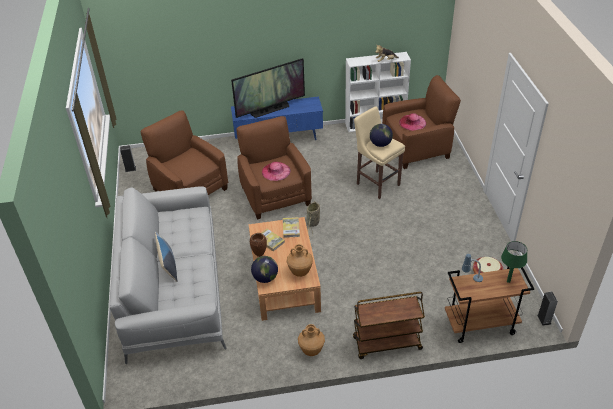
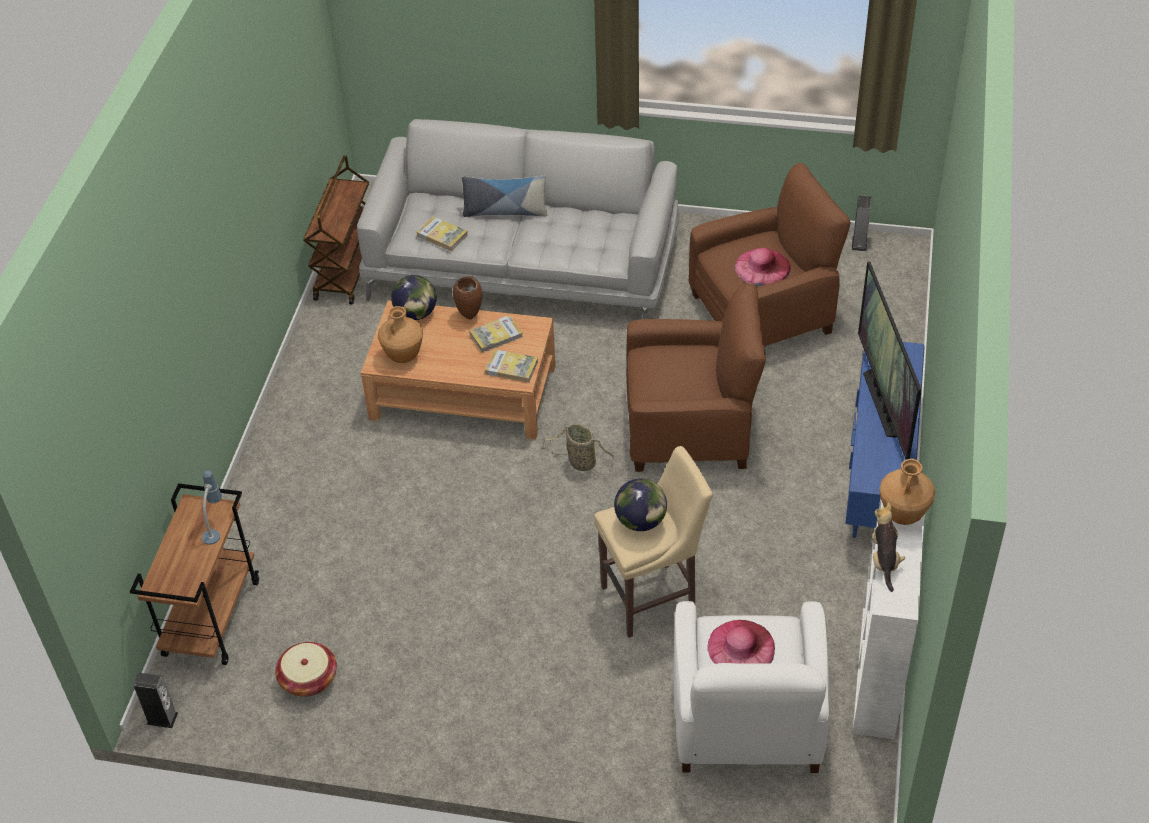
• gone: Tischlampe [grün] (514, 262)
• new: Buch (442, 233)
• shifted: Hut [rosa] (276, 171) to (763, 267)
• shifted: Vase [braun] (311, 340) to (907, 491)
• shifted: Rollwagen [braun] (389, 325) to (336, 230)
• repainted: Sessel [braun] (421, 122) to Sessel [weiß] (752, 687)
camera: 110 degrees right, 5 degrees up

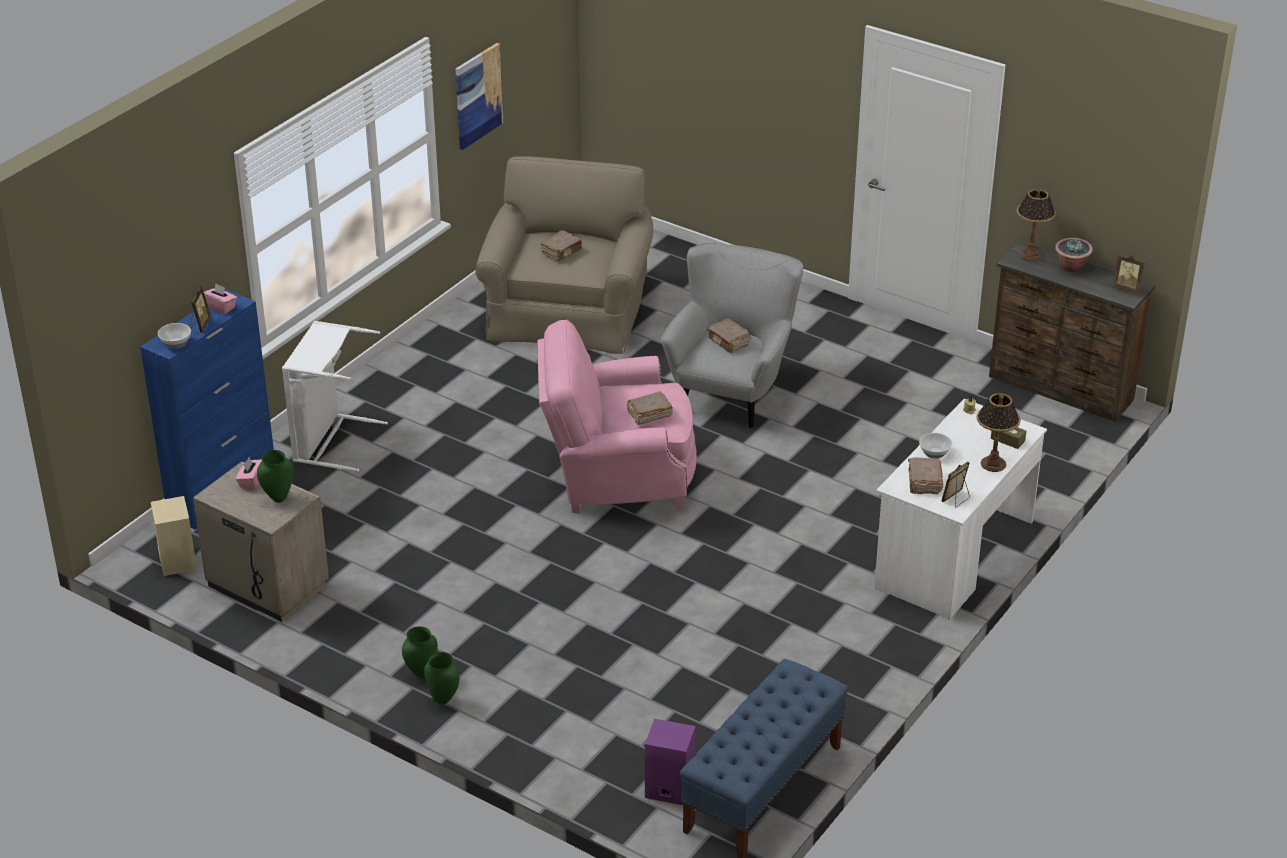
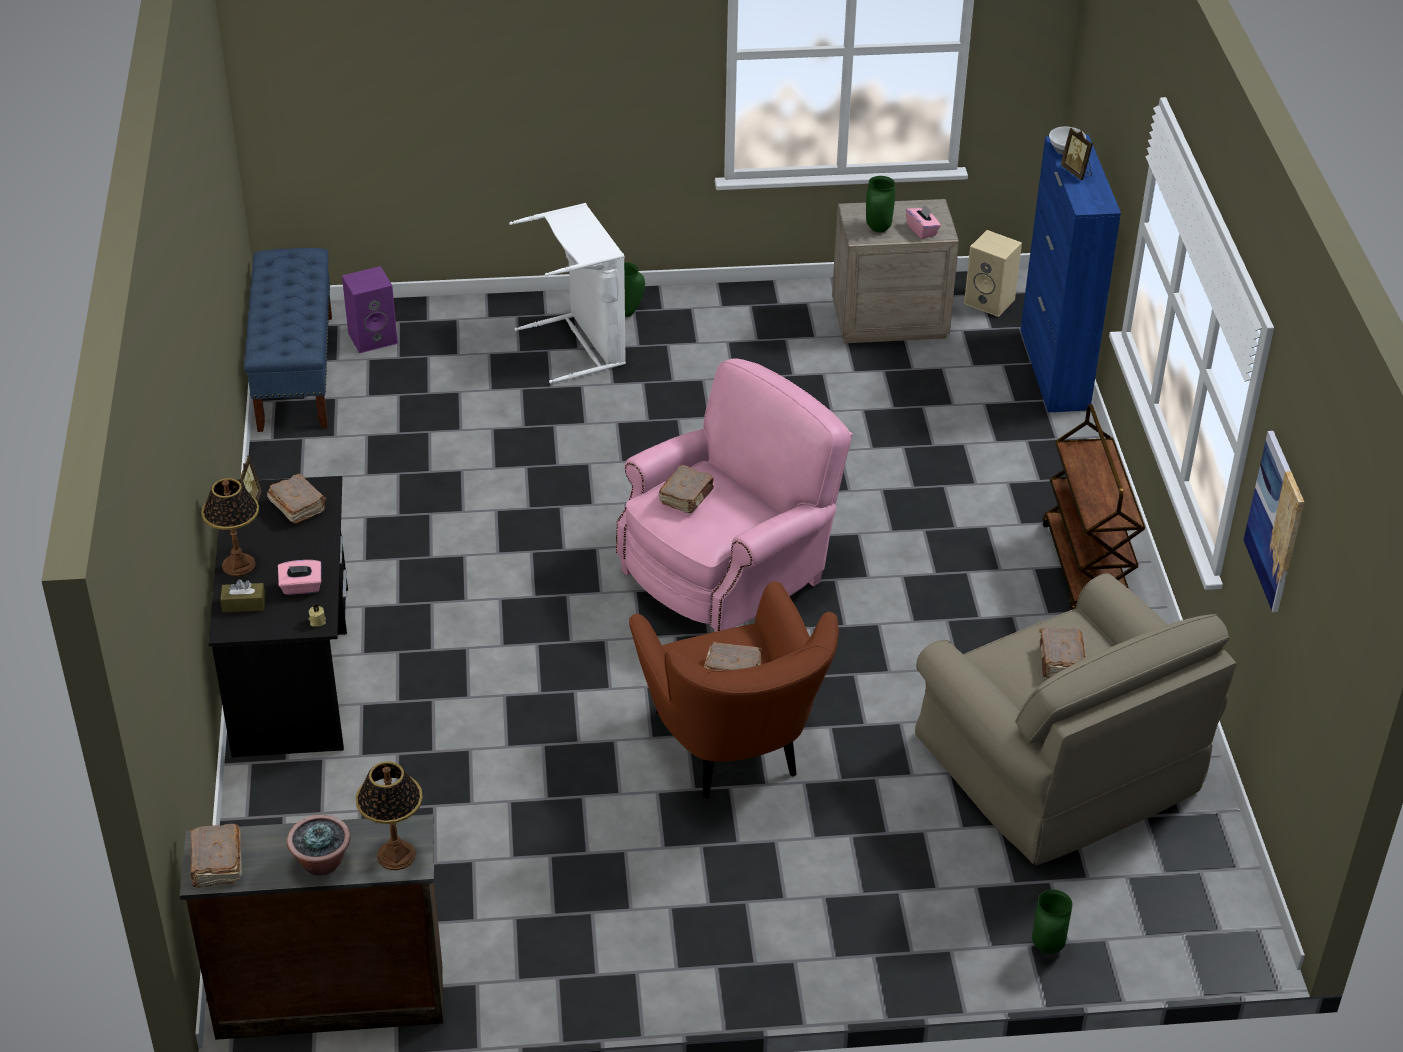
• gone: Schüssel (935, 446)
• new: Rollwagen [braun] (1093, 507)
• shifted: Taschentuchbox [rosa] (220, 298) to (299, 577)
• shifted: Wäschekorb [weiß] (335, 396) to (567, 293)
• shifted: Vase [grün] (420, 652) to (1052, 922)
• swapped: Bilderrahmen (1128, 274) to Buch [braun] (216, 856)
• repainted: Sessel [grau] (732, 336) to Sessel [braun] (734, 690)
• repainted: Schreibtisch [weiß] (960, 509) to Schreibtisch [schwarz] (278, 616)
camera: 140 degrees right, 5 degrees up

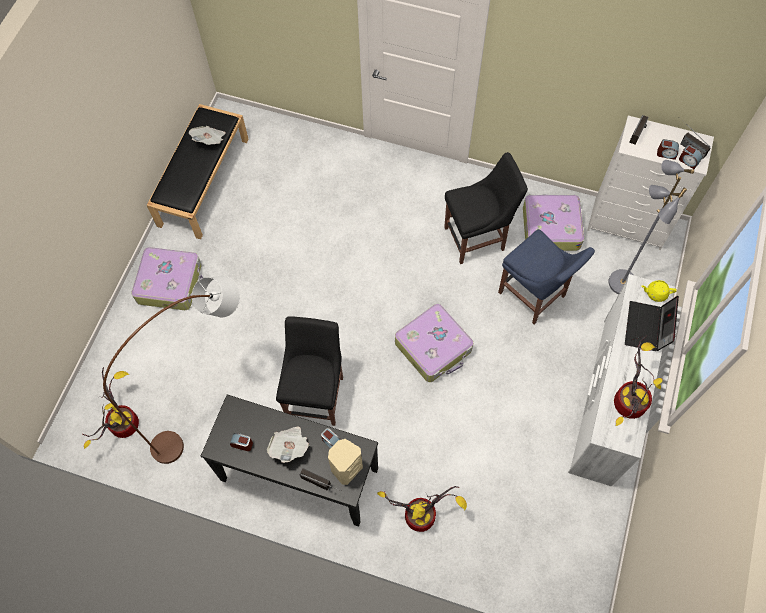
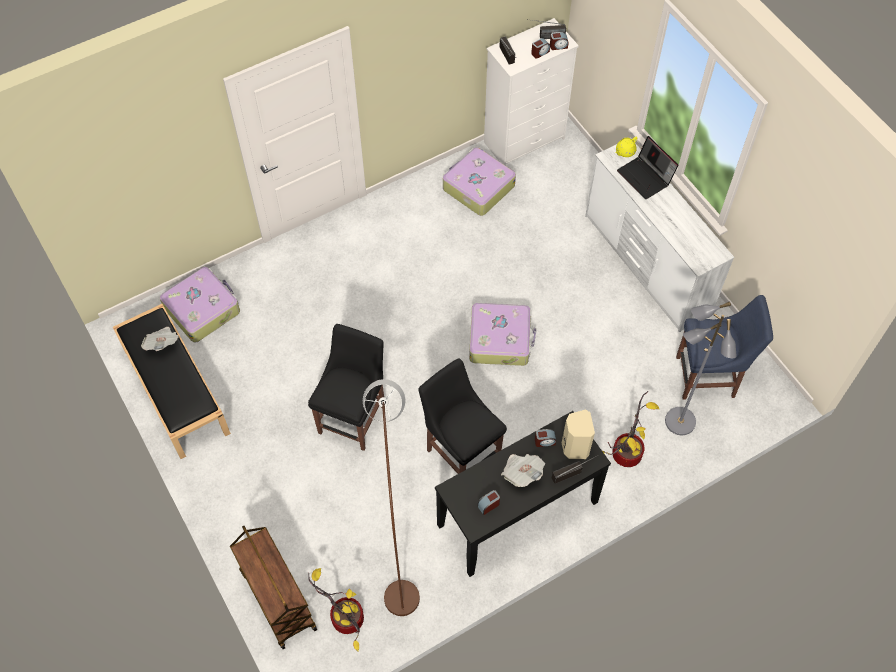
• gone: Topfpflanze (638, 380)
• new: Rollwagen [braun] (273, 587)
• shifted: Koffer (167, 278) to (200, 304)
• shifted: Stuhl [schwarz] (486, 208) to (346, 387)
• shifted: Stuhl [blau] (546, 276) to (724, 347)
• shifted: Stehlampe [grau] (651, 227) to (700, 368)
camera: 50 degrees left, 5 degrees down

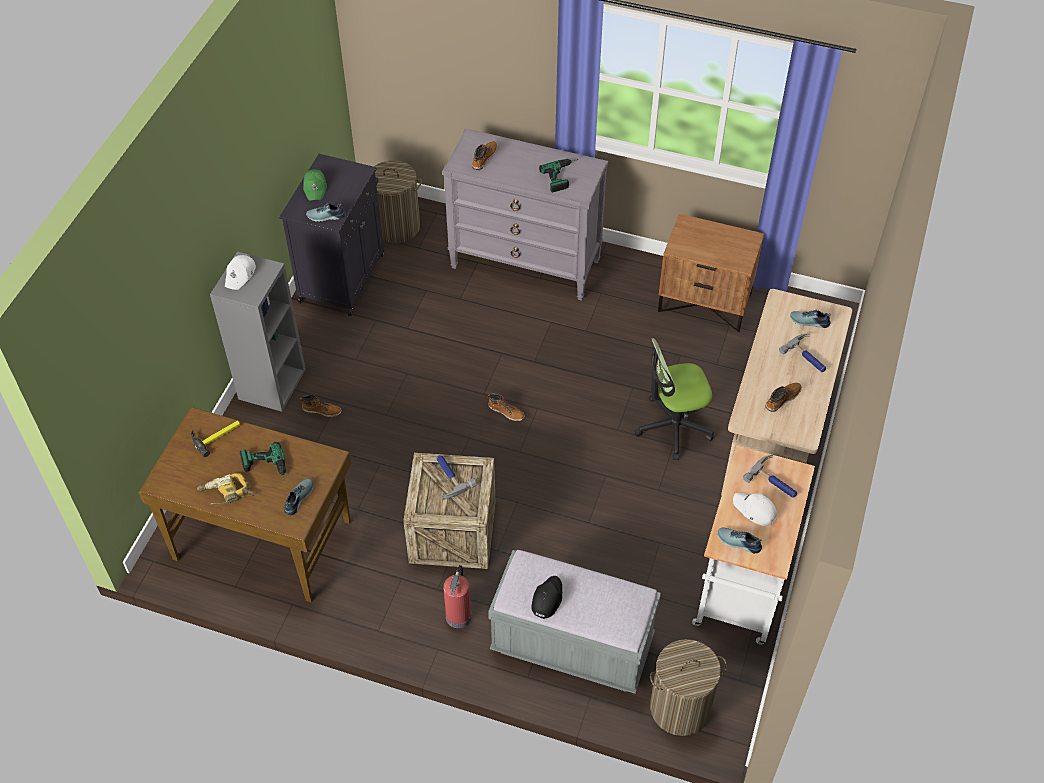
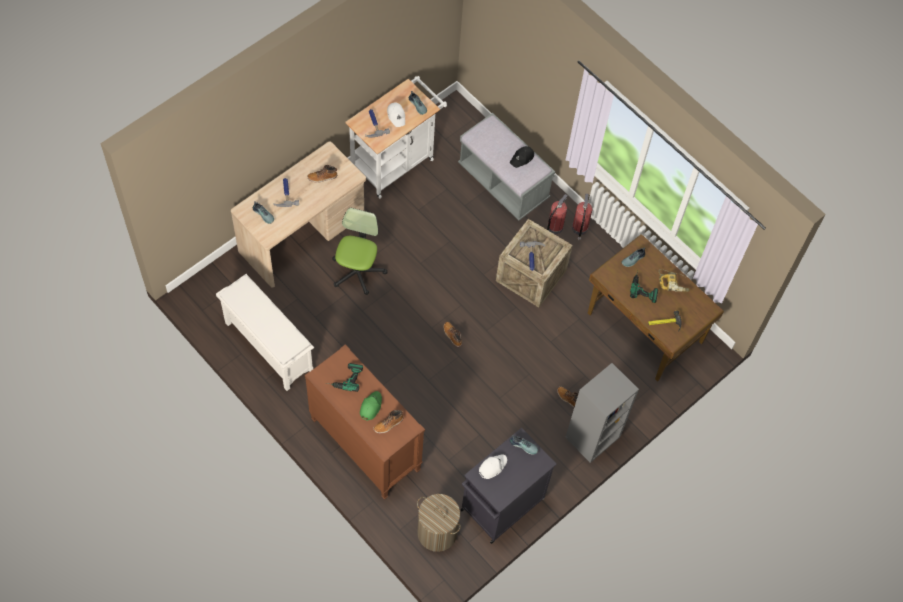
• gone: Wäschekorb (688, 687)
• new: Feuerlöscher (582, 216)
• shifted: Kappe [weiß] (240, 272) to (493, 467)
• shifted: Kappe [grün] (315, 184) to (371, 405)
• swapped: Nachttisch [braun] (711, 273) to Schuhregal [weiß] (265, 332)
• repainted: Kommode [grau] (525, 214) to Kommode [braun] (365, 422)
• rotated: Bürostuhl (674, 399) = (359, 251) 90 degrees counterclockwise
camera: 155 degrees left, 10 degrees up

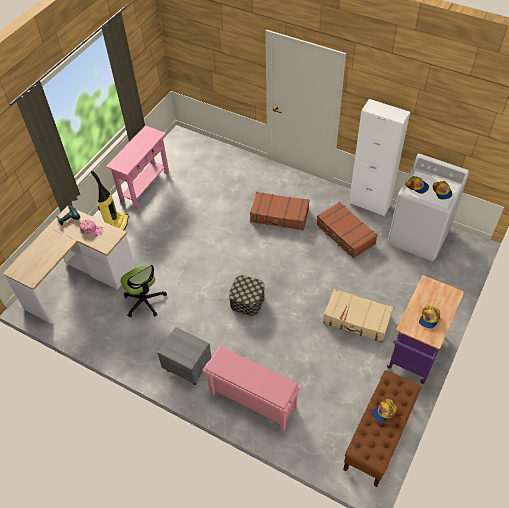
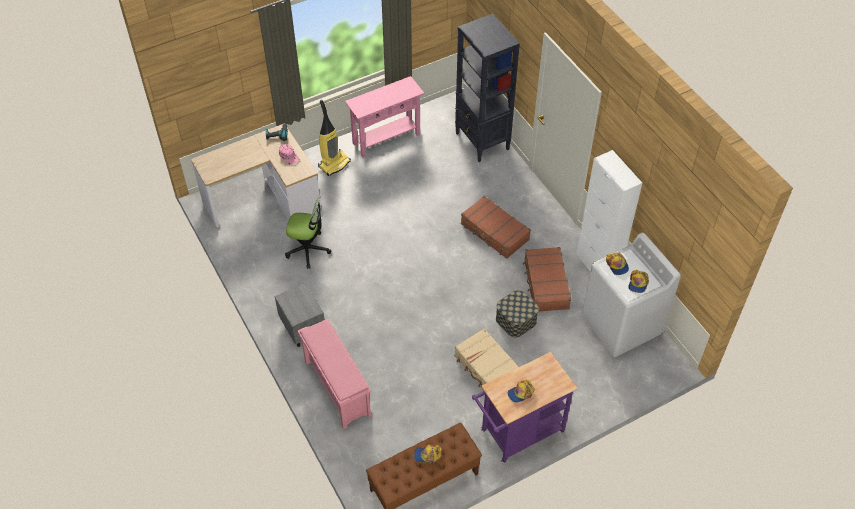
• new: Bücherregal [schwarz] (487, 88)
• shifted: Aufbewahrungsbox (247, 295) to (517, 313)
• rotated: Bürostuhl (144, 291) = (308, 232) 75 degrees counterclockwise
camera: 30 degrees right, 0 degrees up

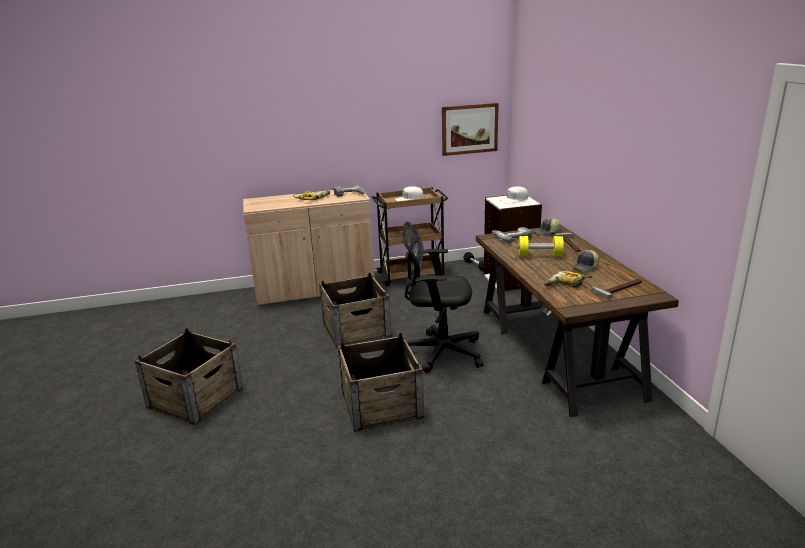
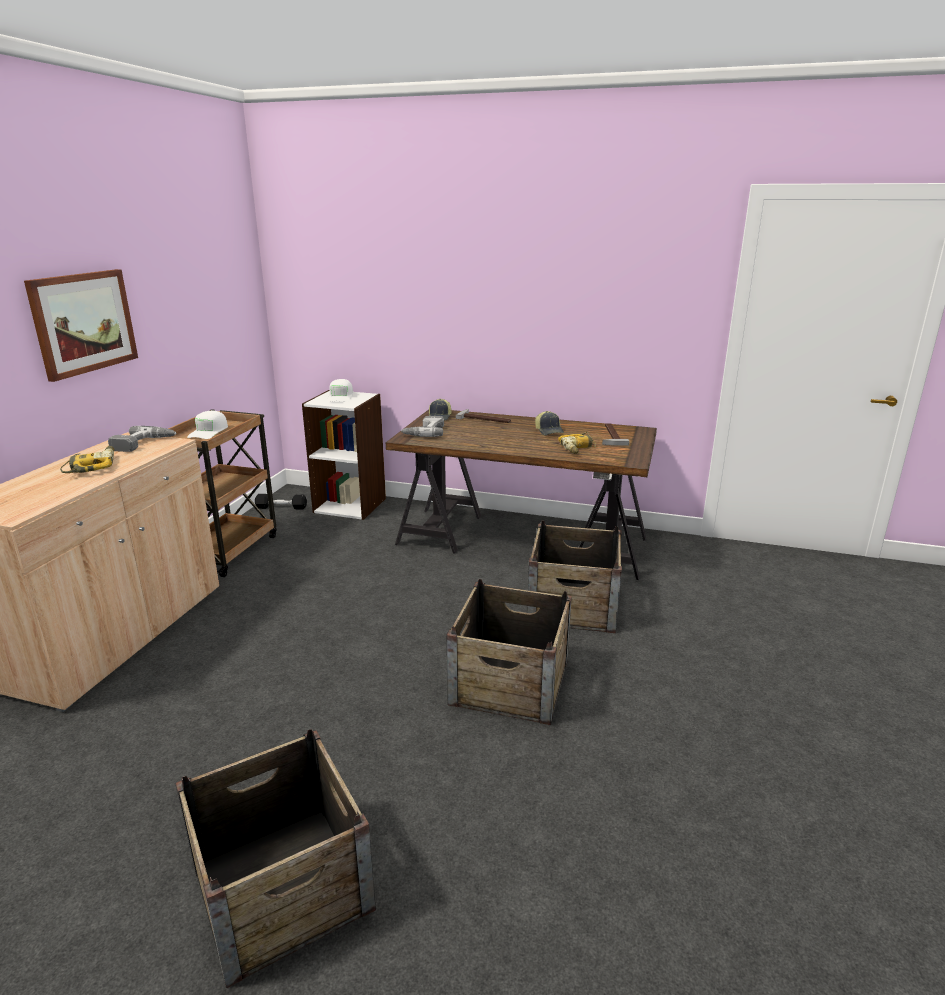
• gone: Bürostuhl [schwarz] (442, 297)
• gone: Hantel [gelb] (541, 246)
• shifted: Kiste (355, 310) to (574, 576)
• shifted: Bild (470, 129) to (81, 325)
camera: 60 degrees left, 0 degrees up

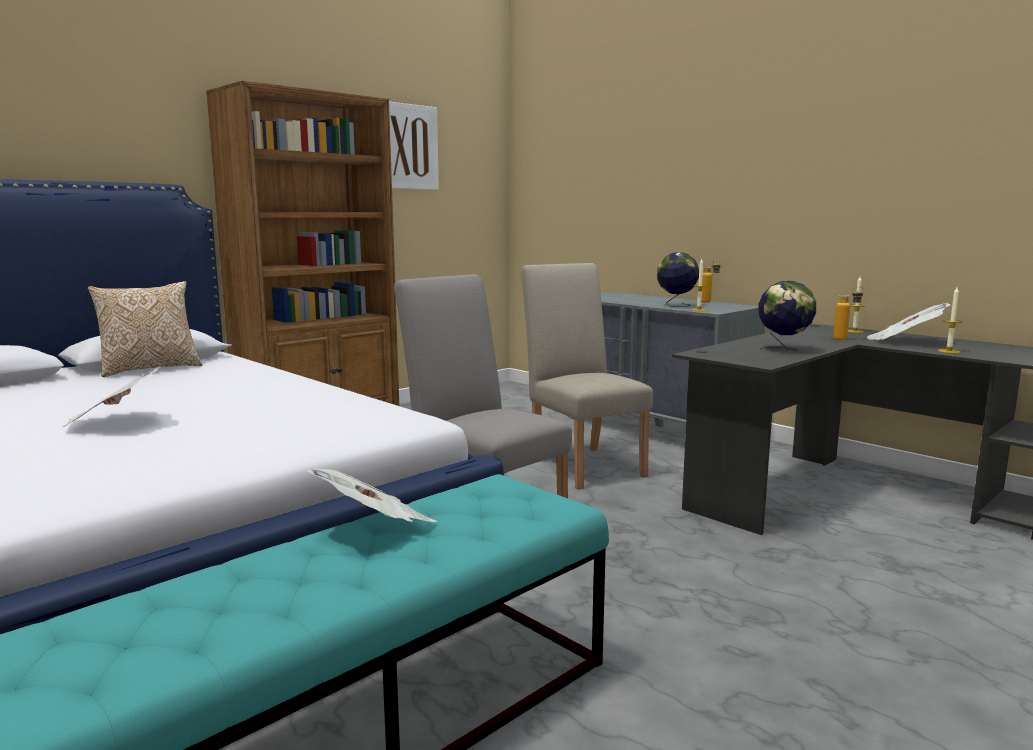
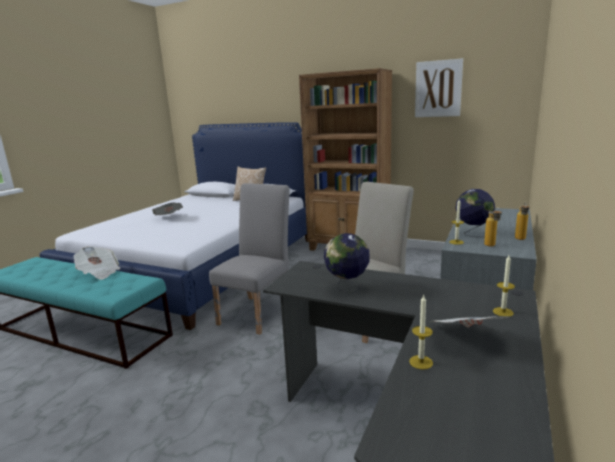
• shifted: Flasche (848, 313) to (493, 226)
camera: 70 degrees right, 5 degrees up

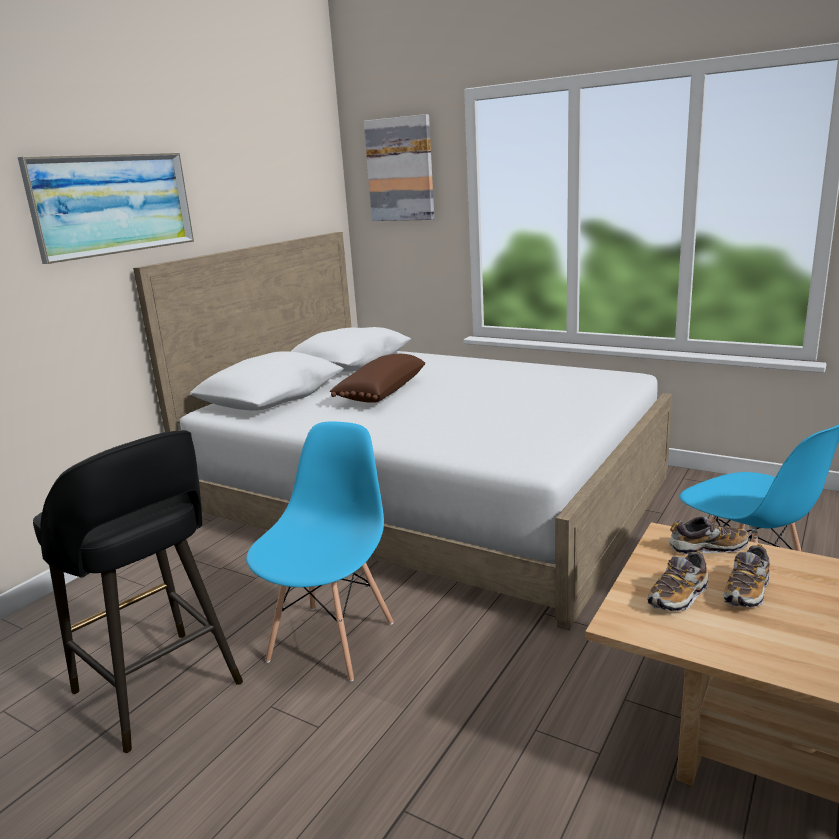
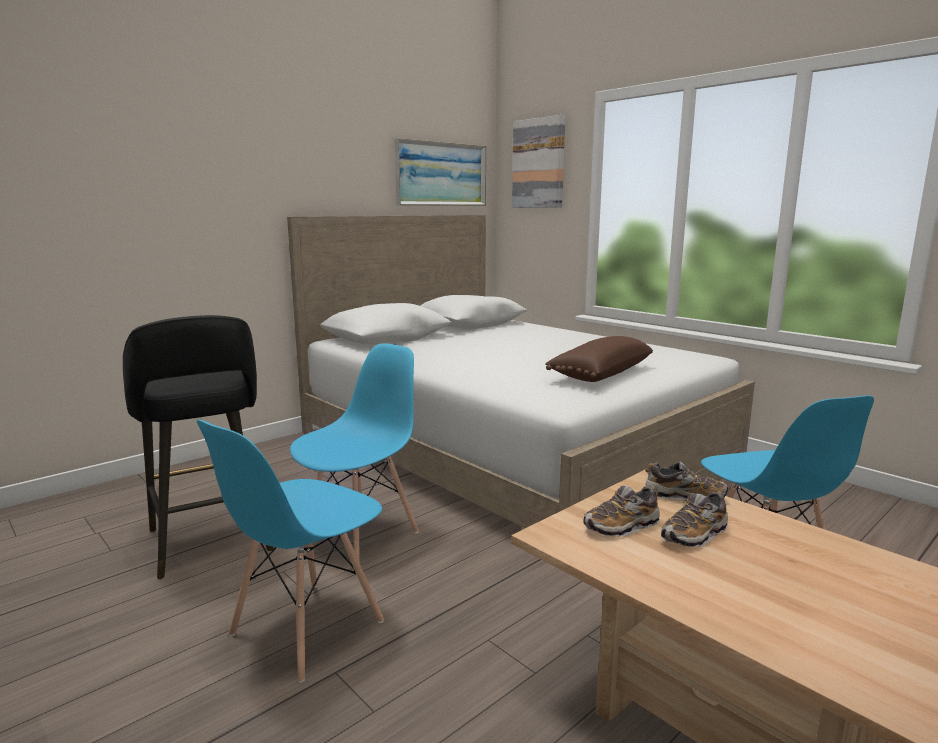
• new: Stuhl [blau] (290, 551)
• shifted: Bild (106, 208) to (440, 172)
• shifted: Kissen [braun] (377, 378) to (599, 359)
camera: 15 degrees right, 5 degrees down

